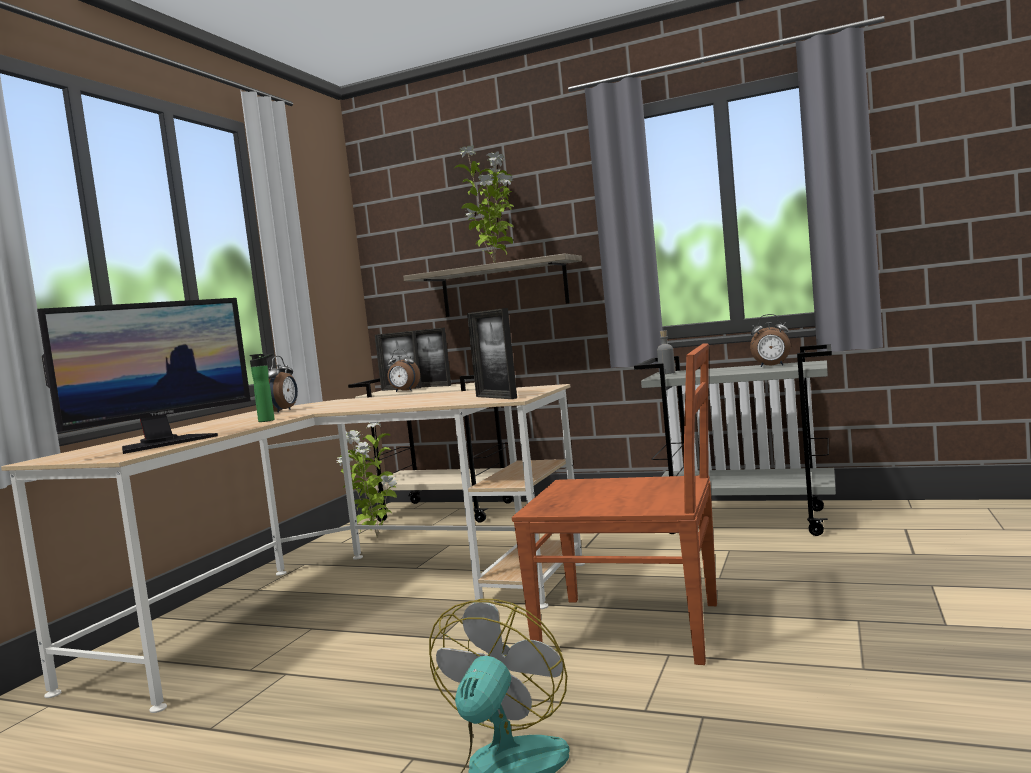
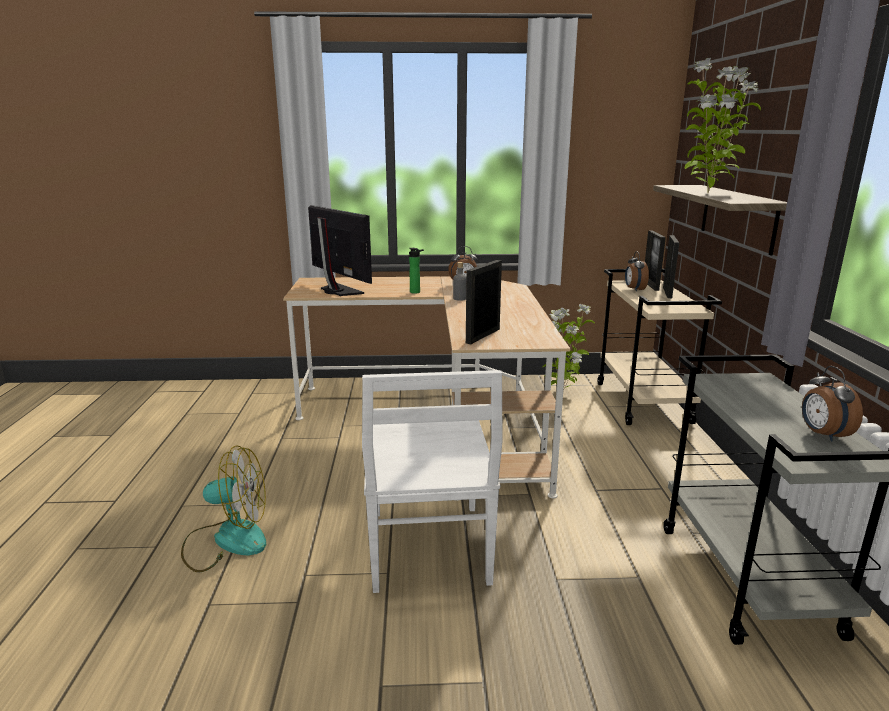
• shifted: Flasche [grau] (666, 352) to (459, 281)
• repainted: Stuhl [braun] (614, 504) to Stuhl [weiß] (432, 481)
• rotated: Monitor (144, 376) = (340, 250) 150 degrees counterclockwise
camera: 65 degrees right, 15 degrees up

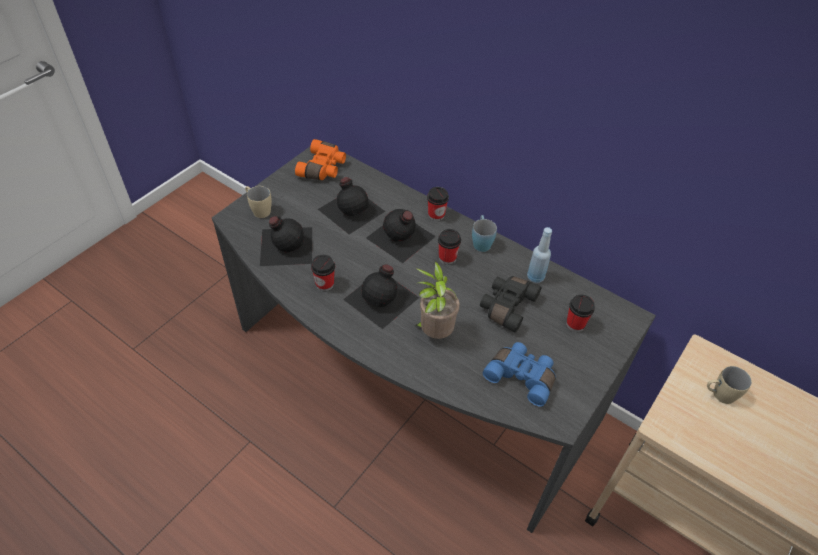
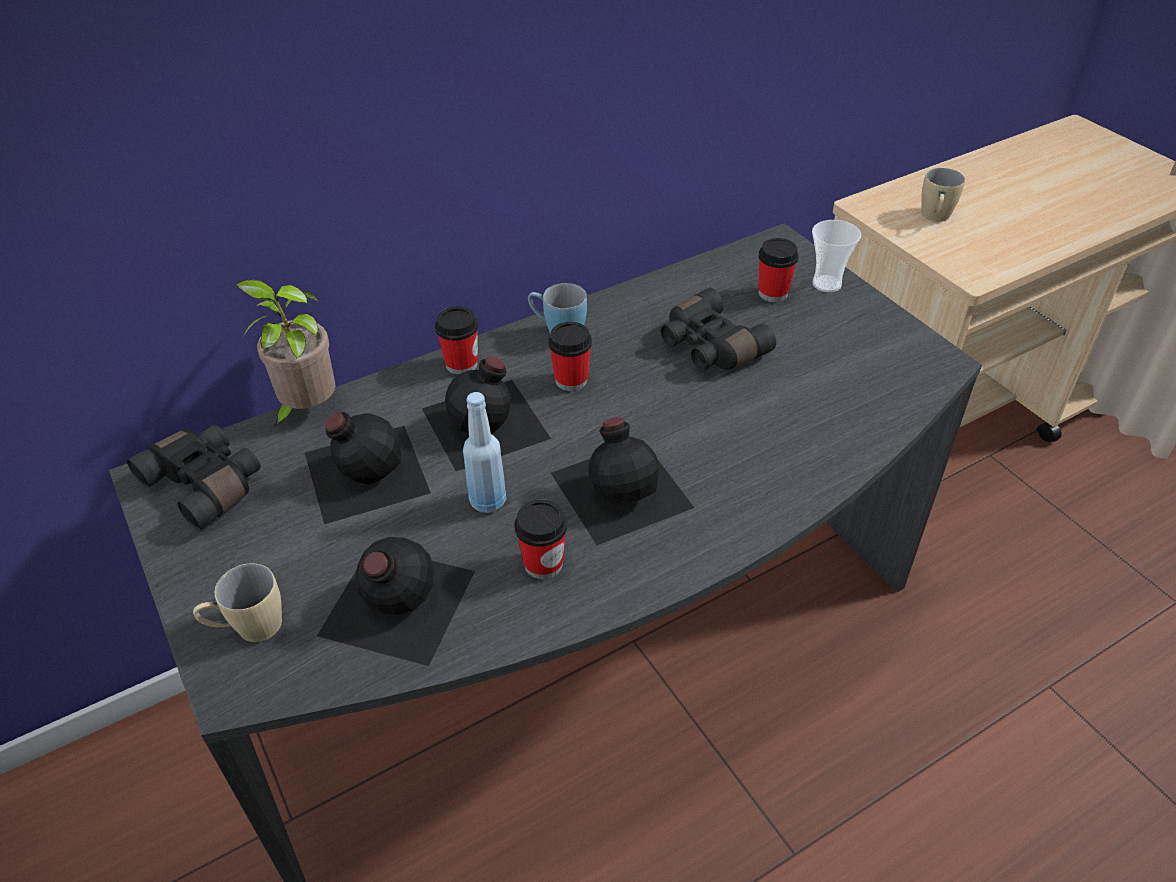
• gone: Fernglas [blau] (519, 374)
• new: Tasse (836, 256)
• shifted: Topfpflanze (438, 300) to (283, 353)
• shifted: Flasche [blau] (539, 255) to (485, 452)
• repainted: Fernglas [orange] (320, 159) to Fernglas [schwarz] (194, 477)
camera: 65 degrees left, 5 degrees down

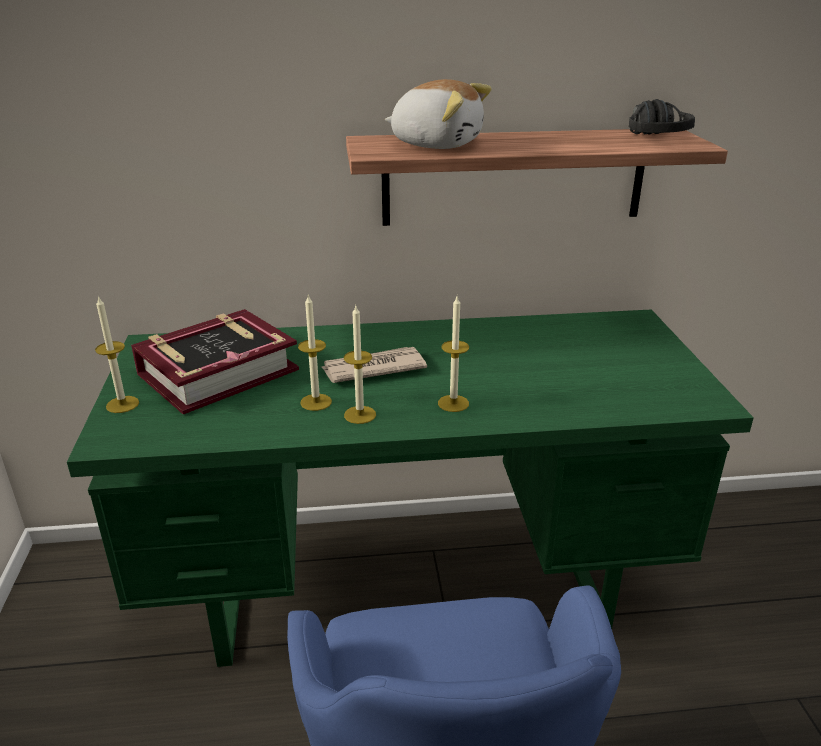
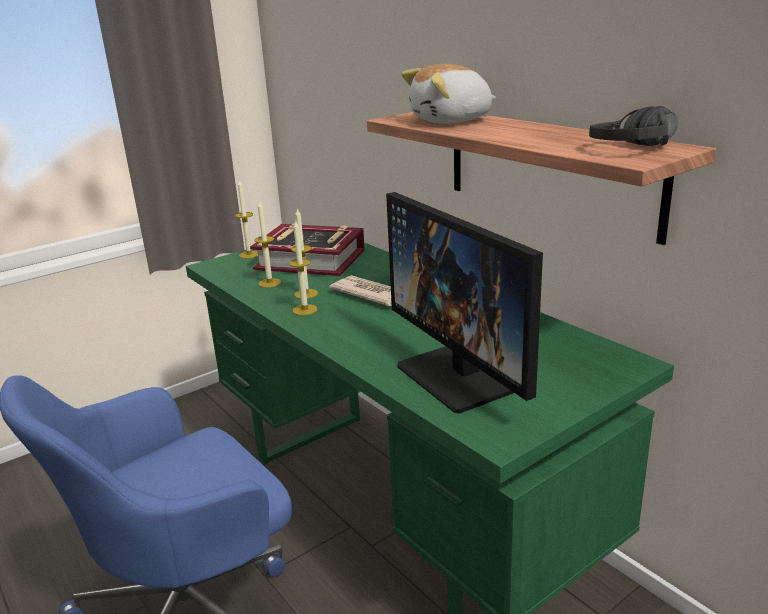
• new: Monitor (464, 303)
• shifted: Kerze (453, 354) to (267, 244)
• rotated: Plüschtier (438, 114) = (448, 94) 75 degrees clockwise
camera: 60 degrees right, 5 degrees down

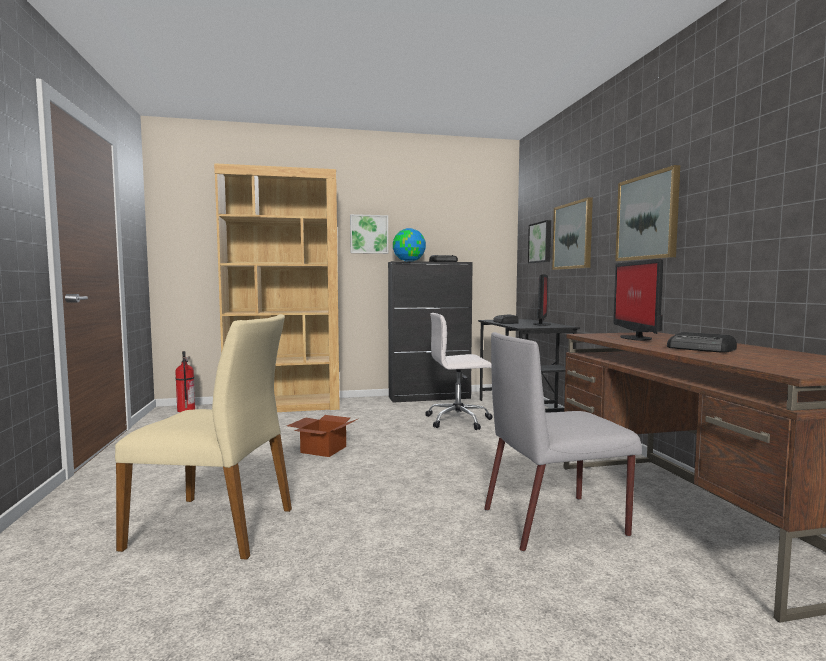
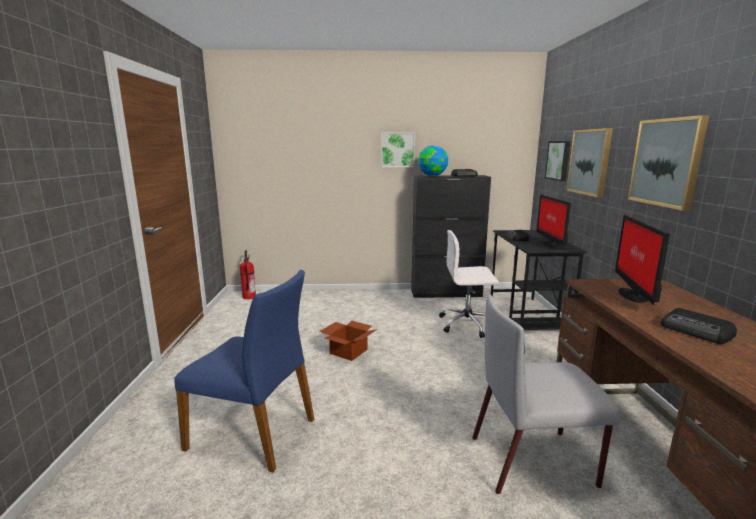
• gone: Bücherregal [braun] (277, 287)
• repainted: Stuhl [beige] (203, 437) to Stuhl [blau] (244, 371)
• rotated: Monitor (542, 300) = (554, 221) 150 degrees clockwise
camera: 10 degrees right, 10 degrees up

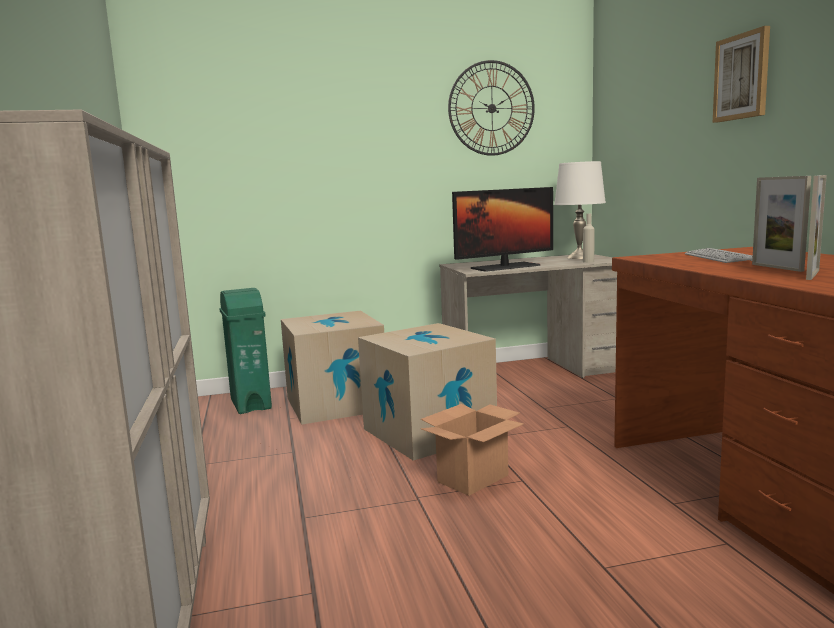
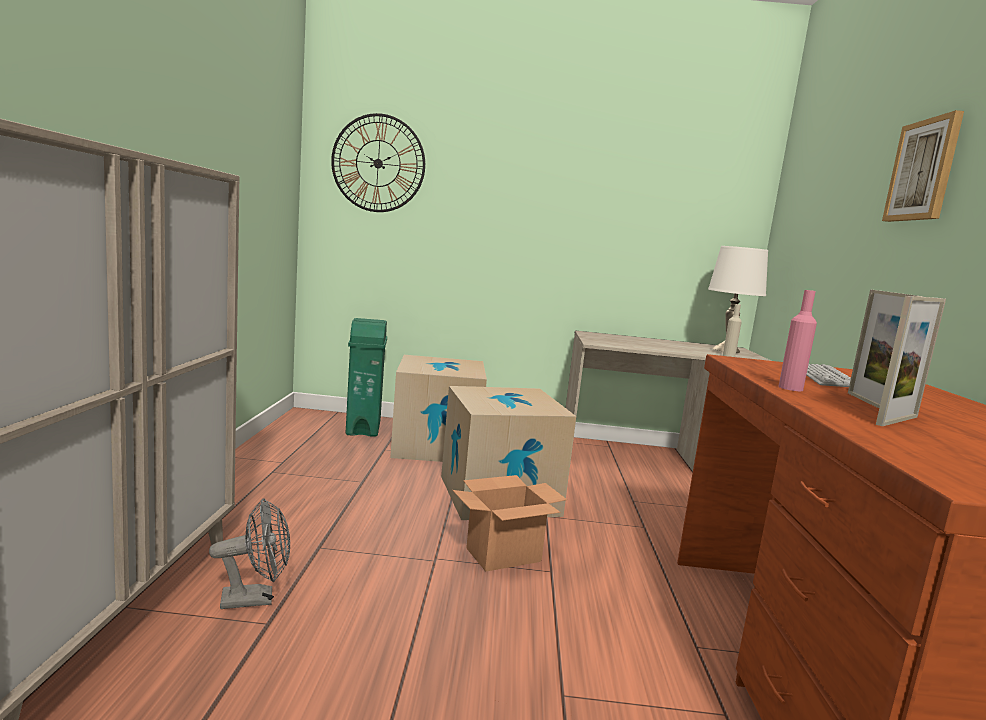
• gone: Monitor (502, 229)
• new: Ventilator [grau] (249, 553)
• new: Flasche [rosa] (798, 340)
• shifted: Wanduhr (491, 108) to (378, 162)
camera: 15 degrees right, 0 degrees up

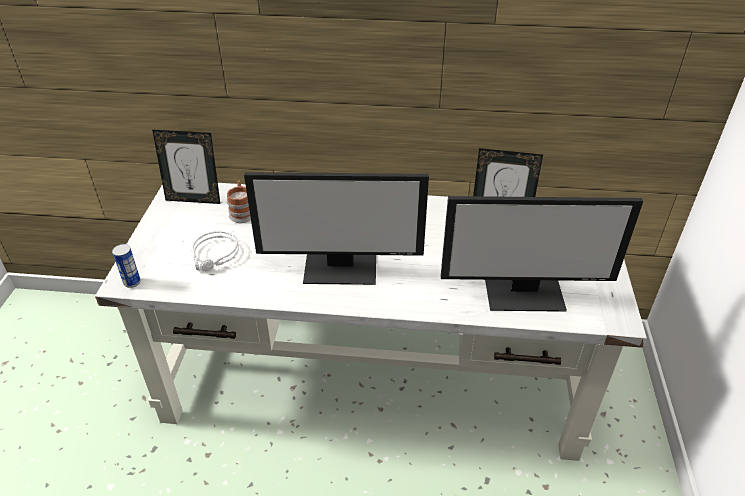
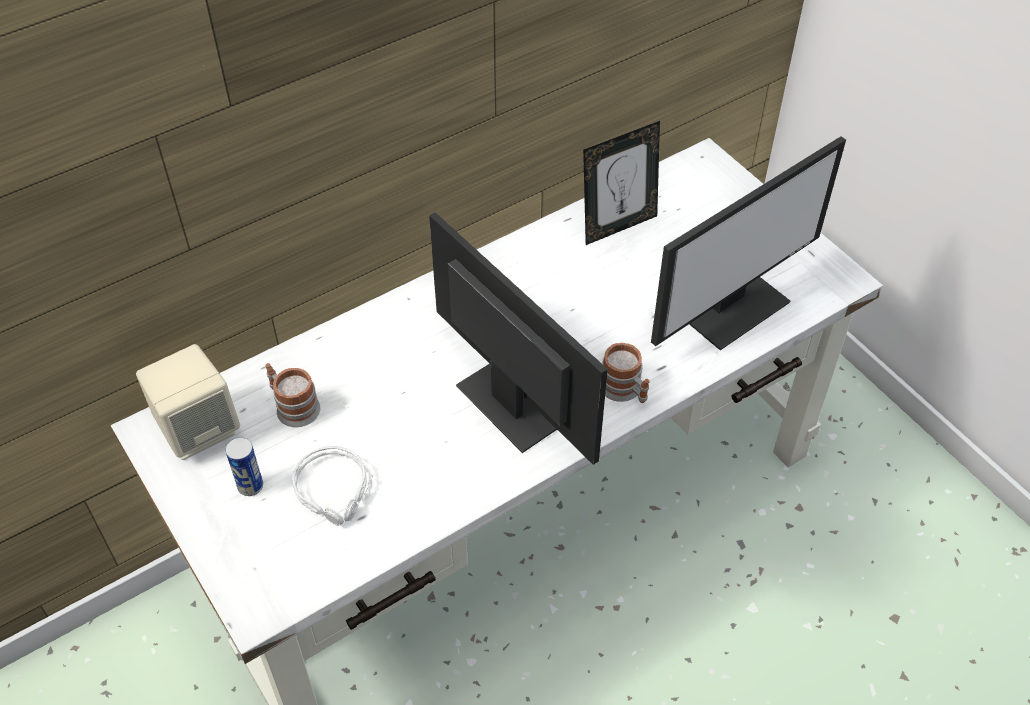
• new: Henkelbecher (626, 373)
• shifted: Dose (126, 266) to (244, 466)
• swapped: Bilderrahmen (186, 167) to Lautsprecher [beige] (188, 402)
• rotated: Monitor (336, 228) = (518, 338) 90 degrees counterclockwise
camera: 40 degrees left, 10 degrees up

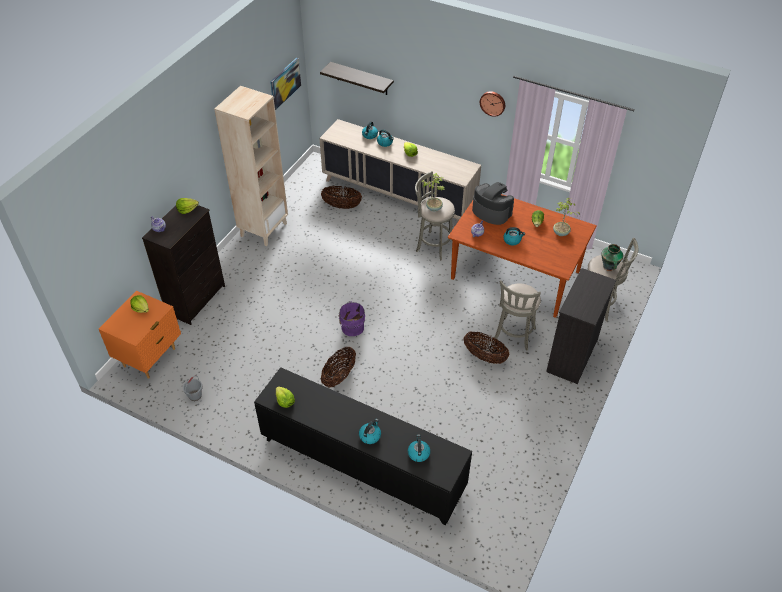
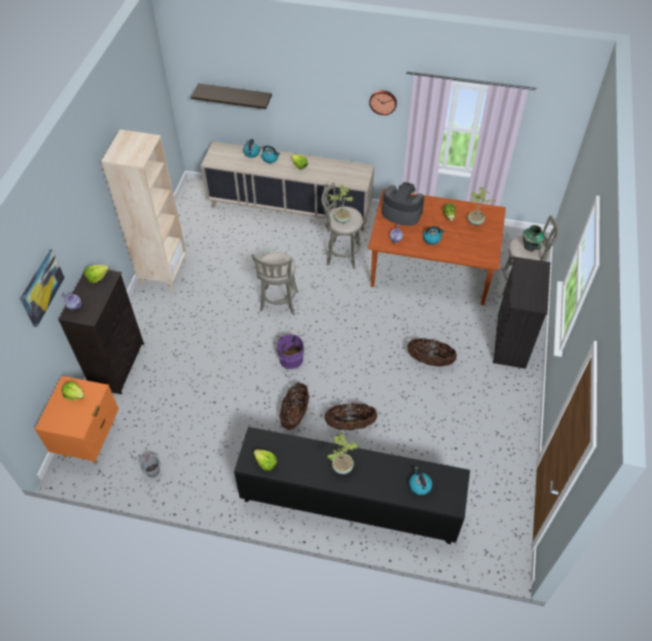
• gone: Wasserkessel (370, 431)
• new: Topfpflanze (342, 453)
• shifted: Bild (285, 84) to (42, 288)
• shifted: Korb (341, 197) to (351, 416)
• shifted: Hocker [grau] (517, 315) to (274, 283)
camera: 15 degrees left, 5 degrees up

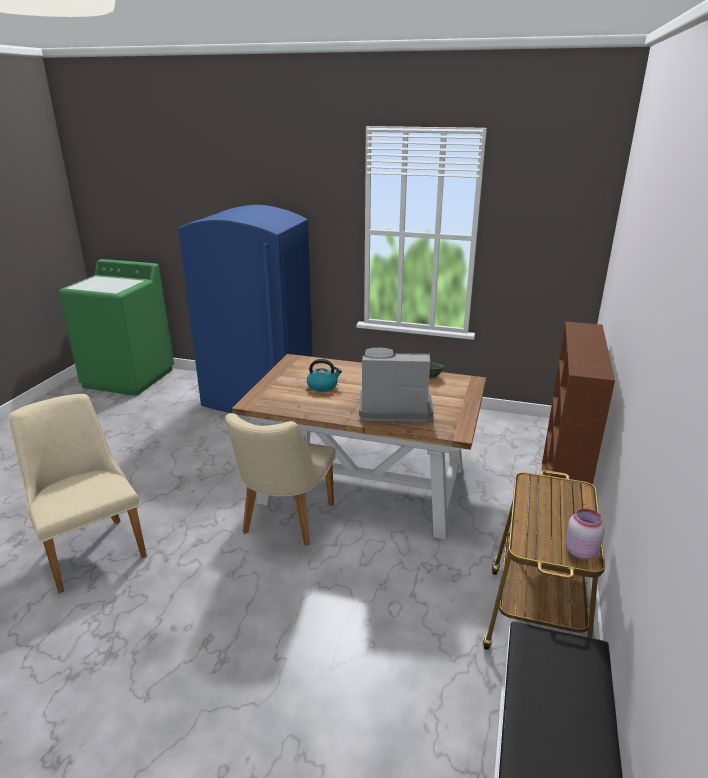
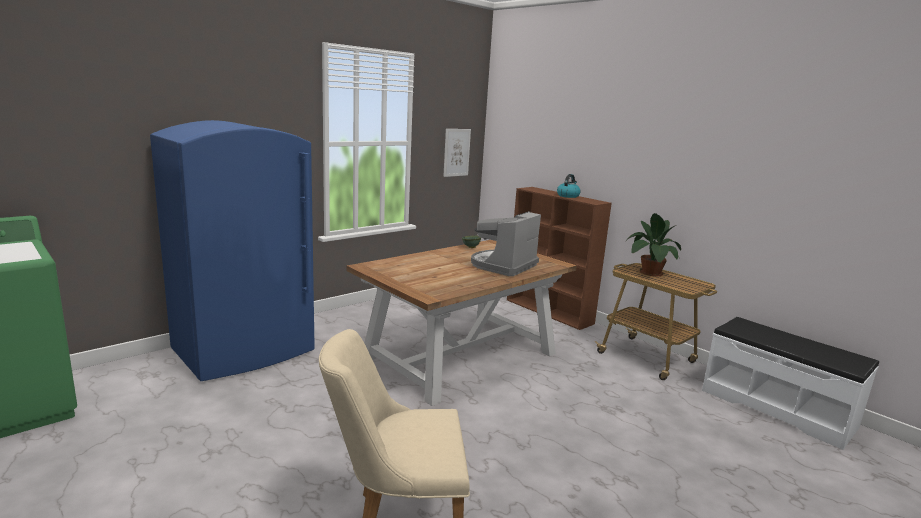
• gone: Stuhl [beige] (280, 479)
• gone: Vorratsglas [rosa] (585, 534)
• new: Bild (457, 153)
• new: Topfpflanze (652, 244)
• shifted: Wasserkessel (324, 375) to (568, 186)
camera: 60 degrees left, 10 degrees down

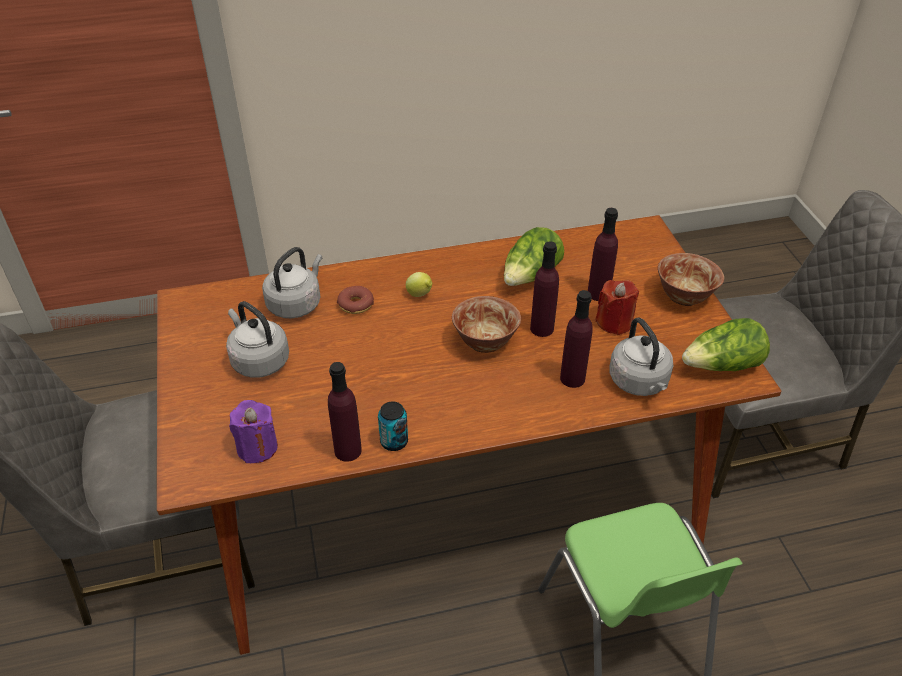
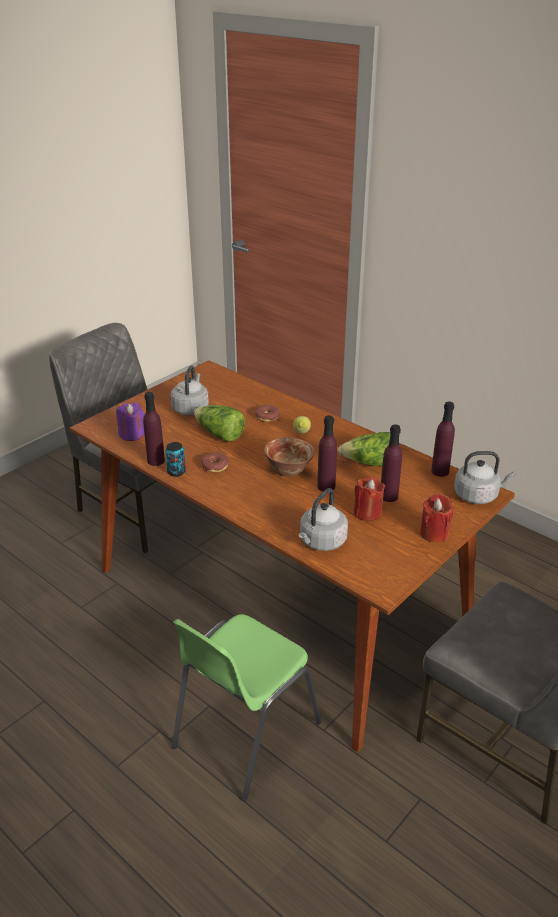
• new: Donut (215, 462)
• shifted: Wasserkessel [grau] (292, 282) to (485, 477)
• shifted: Flasche [lila] (576, 339) to (443, 439)
• shifted: Salatkopf (726, 344) to (219, 423)
• swapped: Schüssel (691, 279) to Kerze [rot] (437, 518)
camera: 55 degrees right, 10 degrees down

